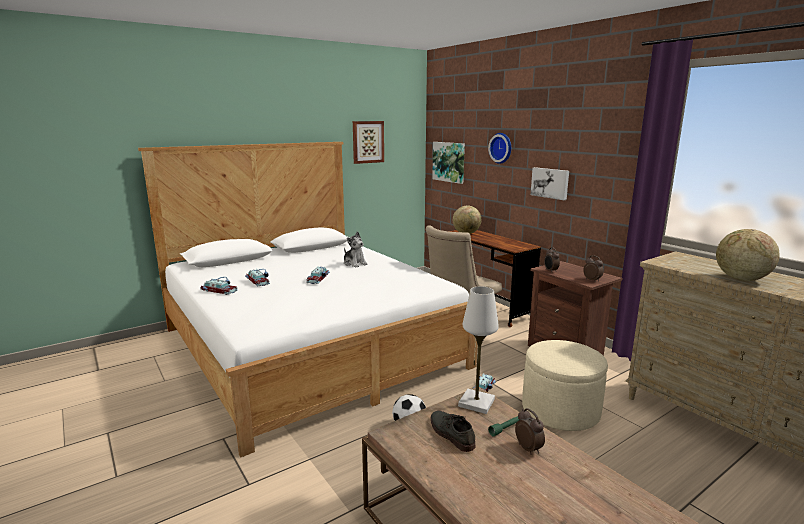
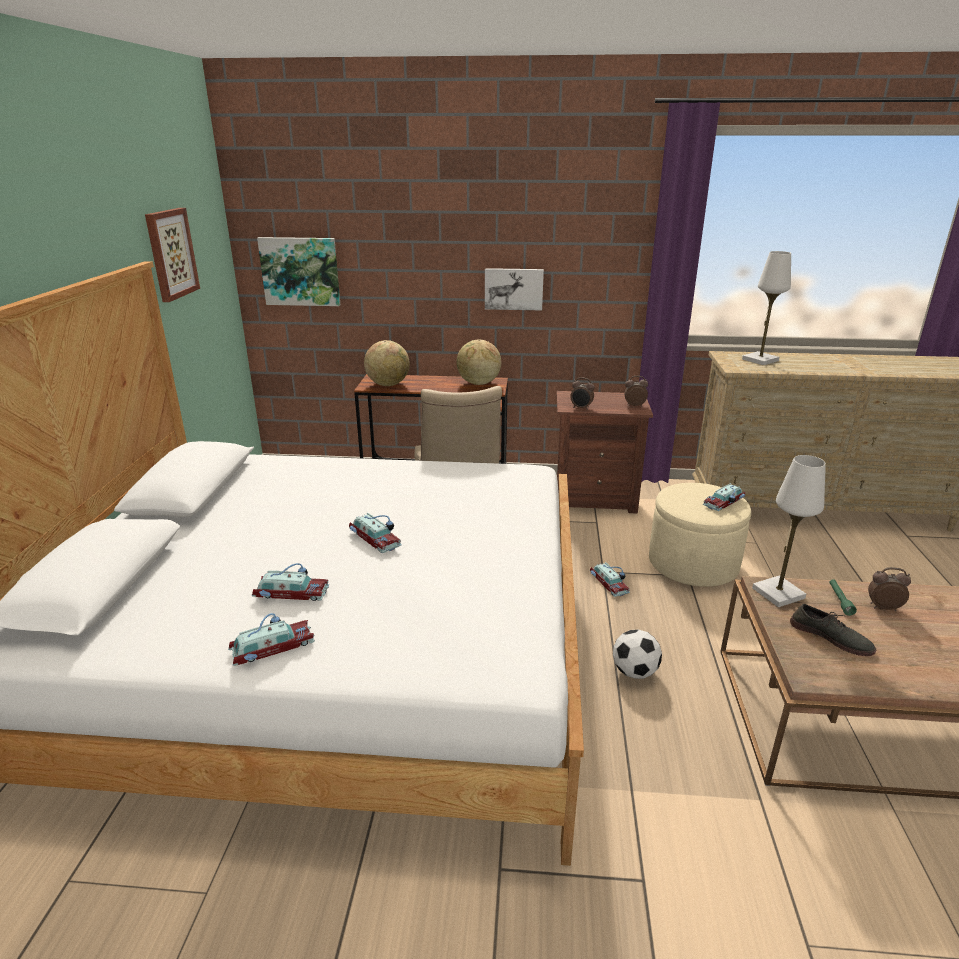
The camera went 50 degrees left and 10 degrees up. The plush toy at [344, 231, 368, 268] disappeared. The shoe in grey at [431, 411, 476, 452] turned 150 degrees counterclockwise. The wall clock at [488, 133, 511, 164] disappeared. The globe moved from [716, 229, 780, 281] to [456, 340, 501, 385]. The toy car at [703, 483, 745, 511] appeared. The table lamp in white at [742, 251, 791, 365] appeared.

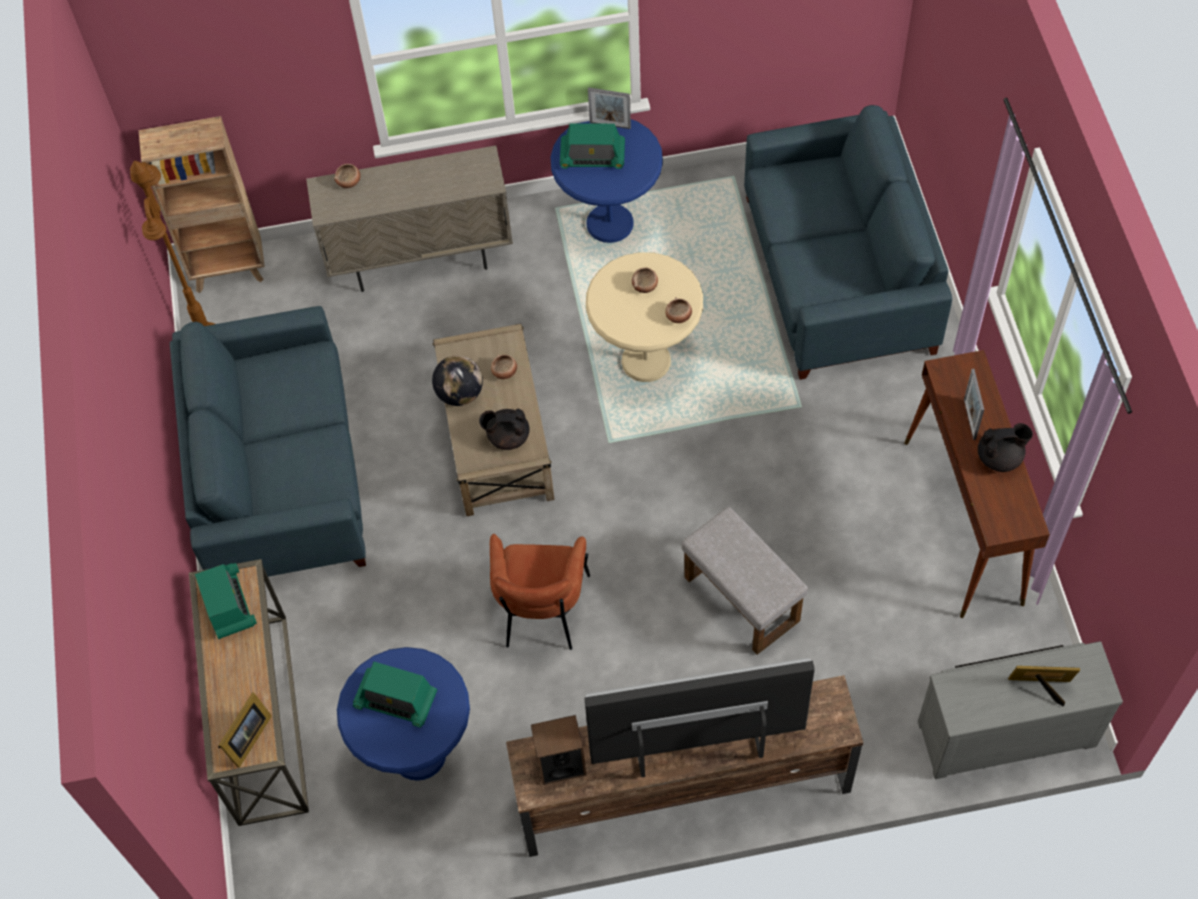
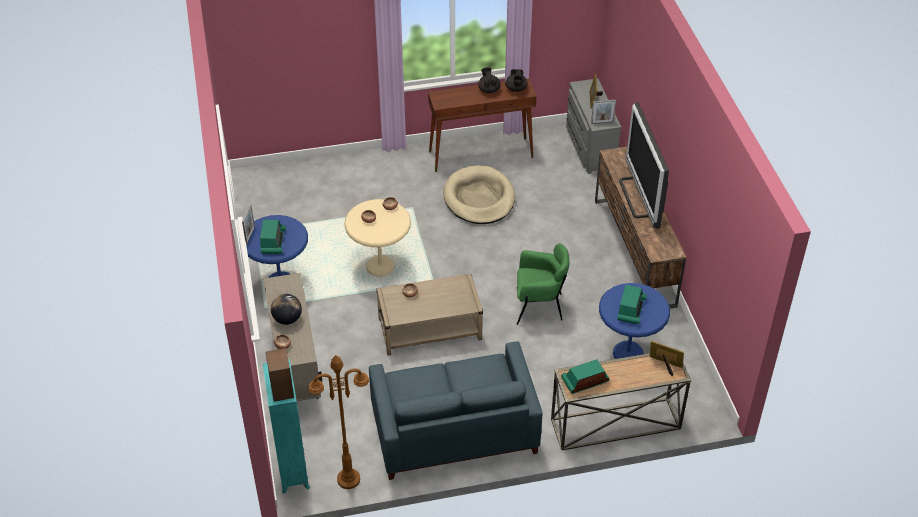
The camera went 95 degrees left and 15 degrees down. The bookcase in brown at [139, 116, 265, 293] became the bookcase in turquoise at [263, 359, 310, 494]. The globe moved from [432, 355, 483, 406] to [271, 294, 302, 325]. The teapot in black moved from [479, 408, 530, 450] to [505, 69, 528, 92]. The armchair in brown at [490, 534, 590, 650] became the armchair in green at [517, 244, 569, 325]. The speaker moved from [531, 715, 587, 785] to [266, 348, 294, 402]. The ottoman in grey at [682, 507, 808, 655] disappeared. The sofa in blue at [744, 105, 952, 380] disappeared. The picture frame moved from [964, 369, 984, 440] to [591, 100, 616, 124]. The dog bed in beige at [443, 165, 515, 224] appeared.

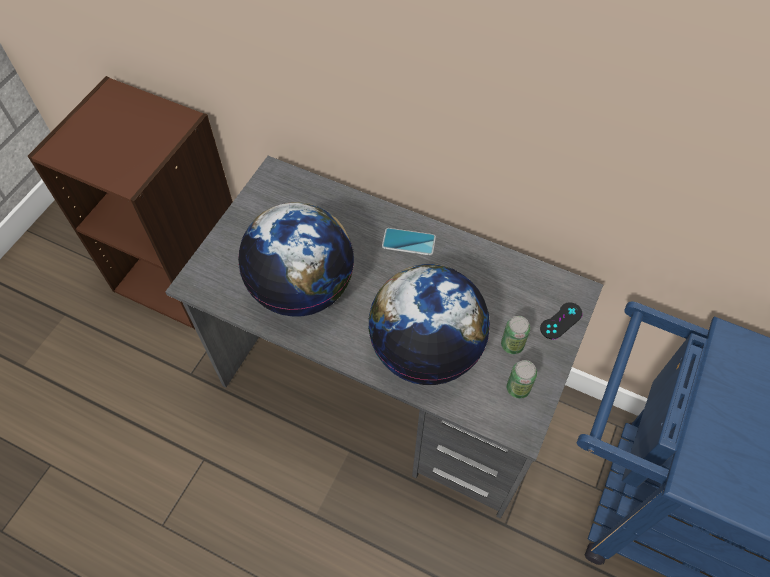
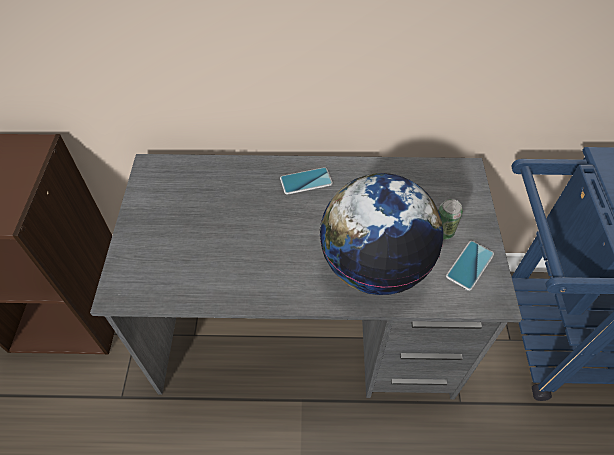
The camera went 25 degrees left and 5 degrees down. The globe at [238, 202, 354, 317] disappeared. The can at [506, 360, 537, 399] was replaced by the phone at [446, 241, 494, 291]. The game controller in black at [540, 302, 582, 339] disappeared.

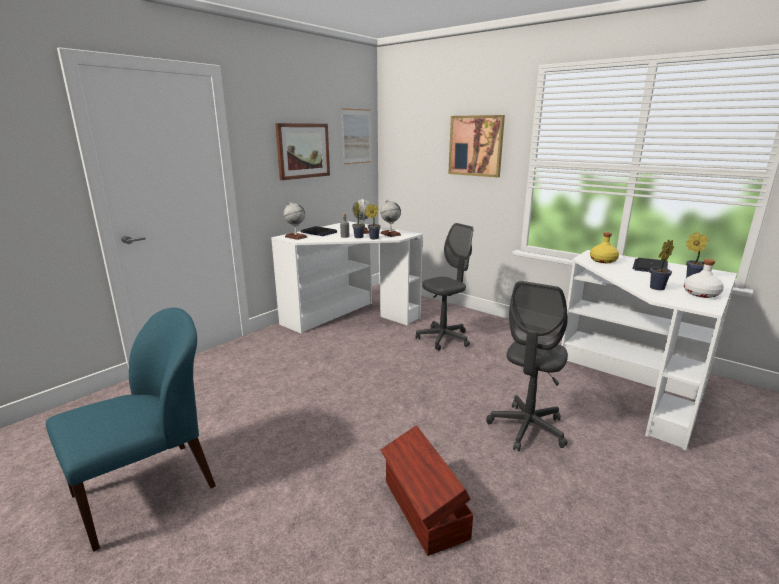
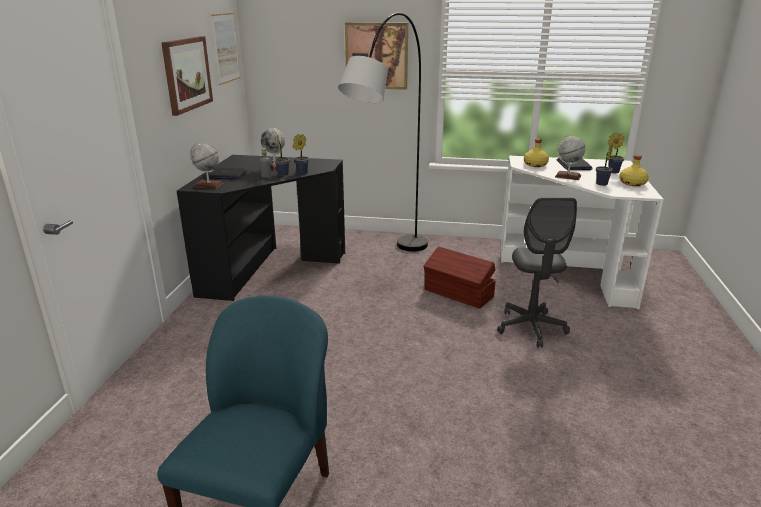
The camera went 30 degrees left and 5 degrees up. The desk in white at [271, 221, 423, 334] became the desk in black at [177, 155, 345, 301]. The globe moved from [380, 200, 401, 237] to [555, 135, 585, 180]. The storage box in brown moved from [381, 425, 473, 556] to [423, 246, 496, 309]. The office chair in grey at [415, 223, 473, 351] was replaced by the floor lamp in grey at [338, 12, 428, 251]. The bottle in white at [684, 259, 724, 298] became the bottle in yellow at [619, 155, 649, 186].

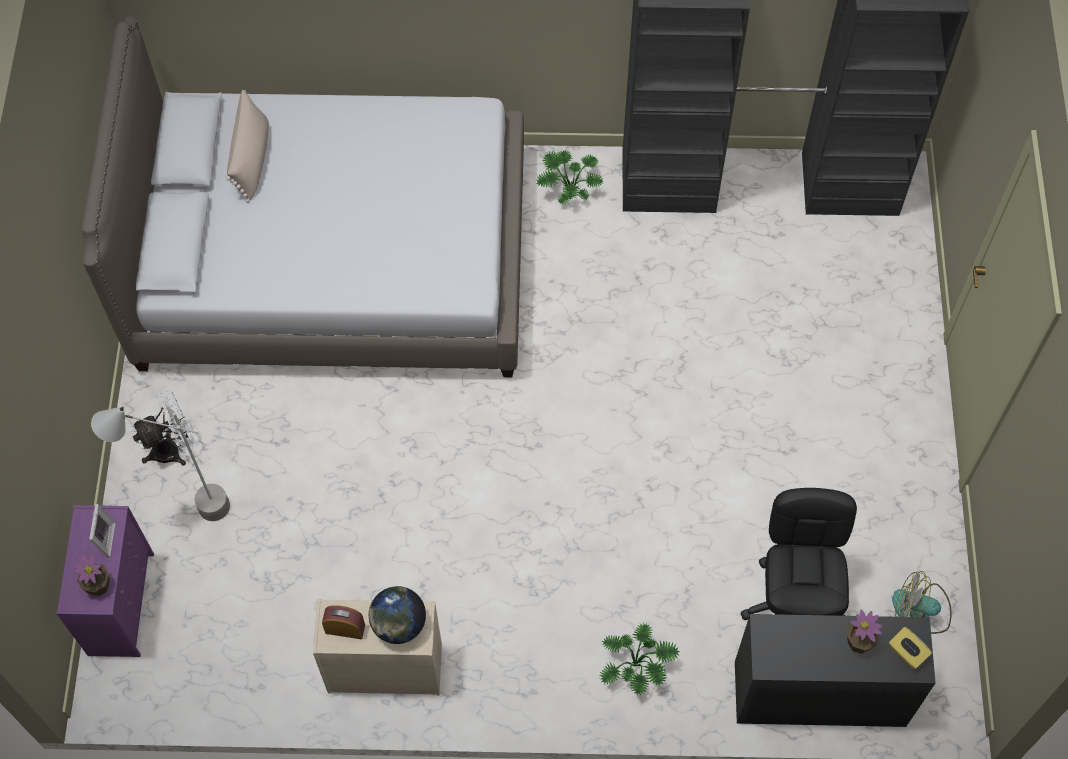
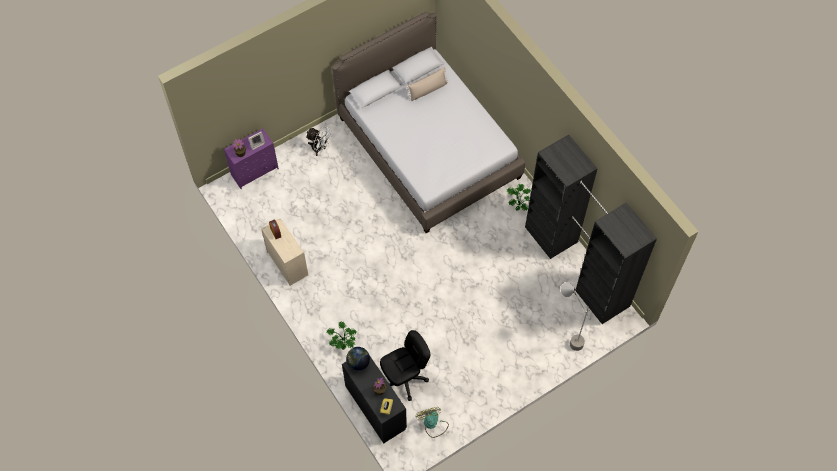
The camera went 55 degrees right and 0 degrees up. The floor lamp in grey moved from [91, 406, 230, 521] to [561, 282, 591, 351]. The globe moved from [369, 586, 426, 644] to [346, 347, 370, 371].

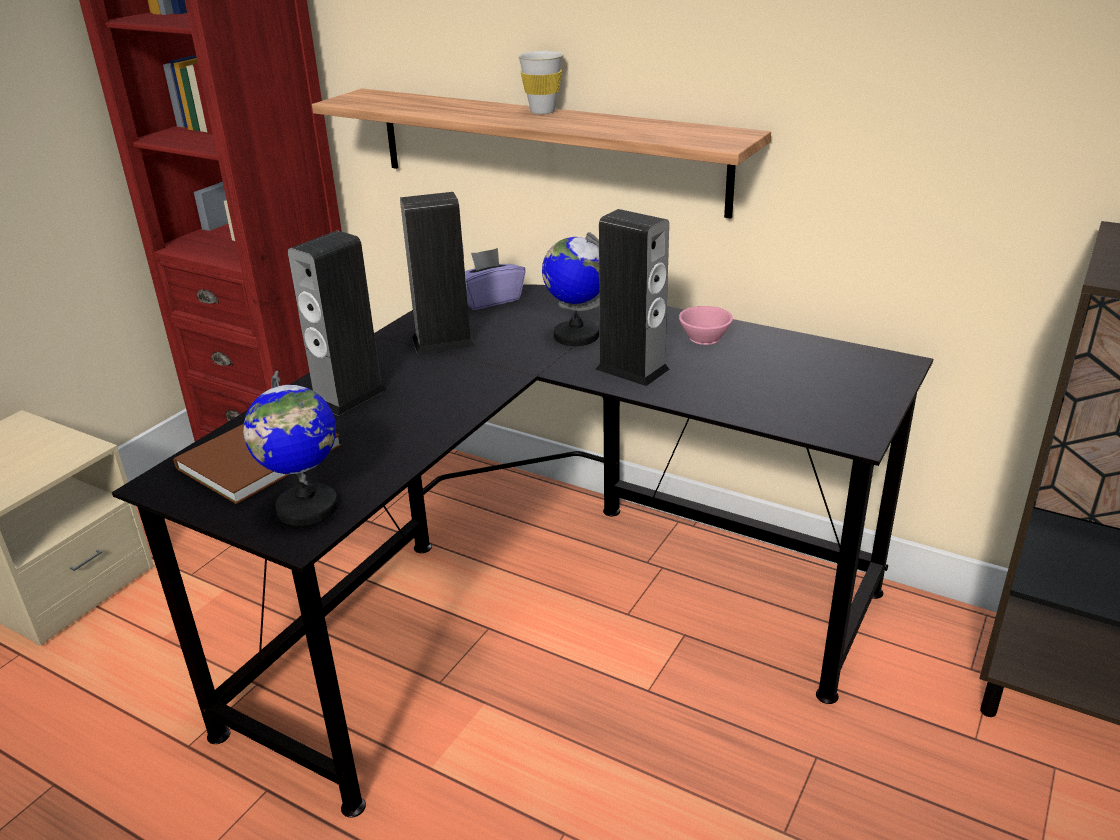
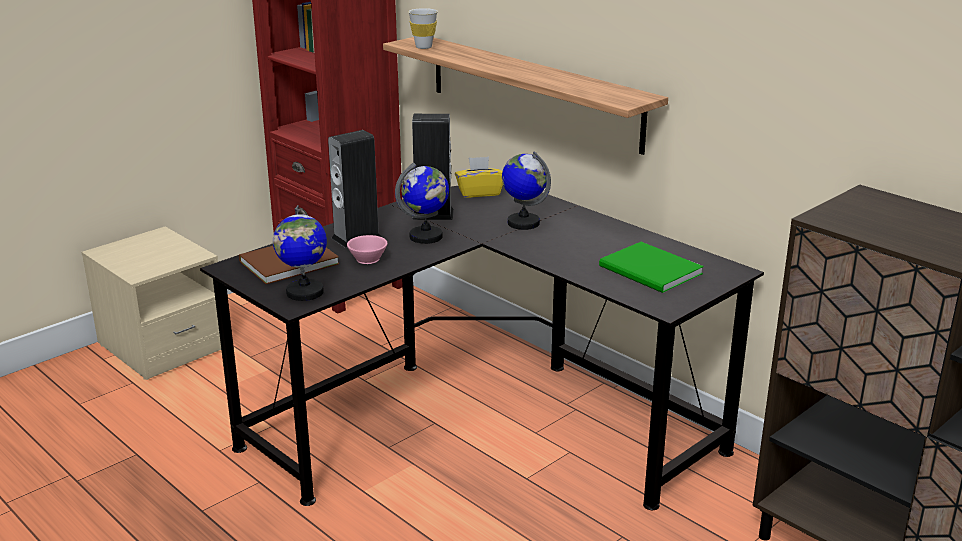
The camera went 15 degrees right and 5 degrees down. The tissue box in purple at [465, 248, 526, 310] became the tissue box in yellow at [455, 157, 503, 198]. The cup in white moved from [518, 51, 563, 114] to [408, 8, 438, 49]. The speaker at [596, 209, 670, 386] disappeared. The cup in pink moved from [679, 306, 733, 345] to [347, 235, 387, 264]. The globe at [395, 162, 449, 244] appeared. The book in green at [599, 242, 704, 293] appeared.

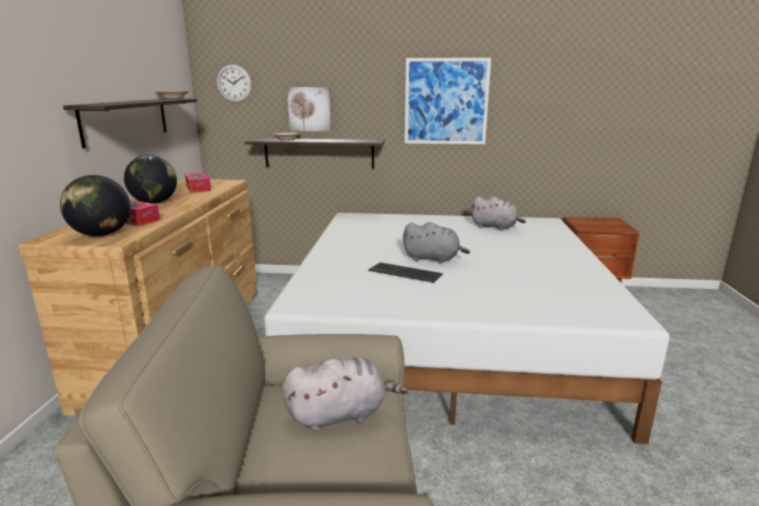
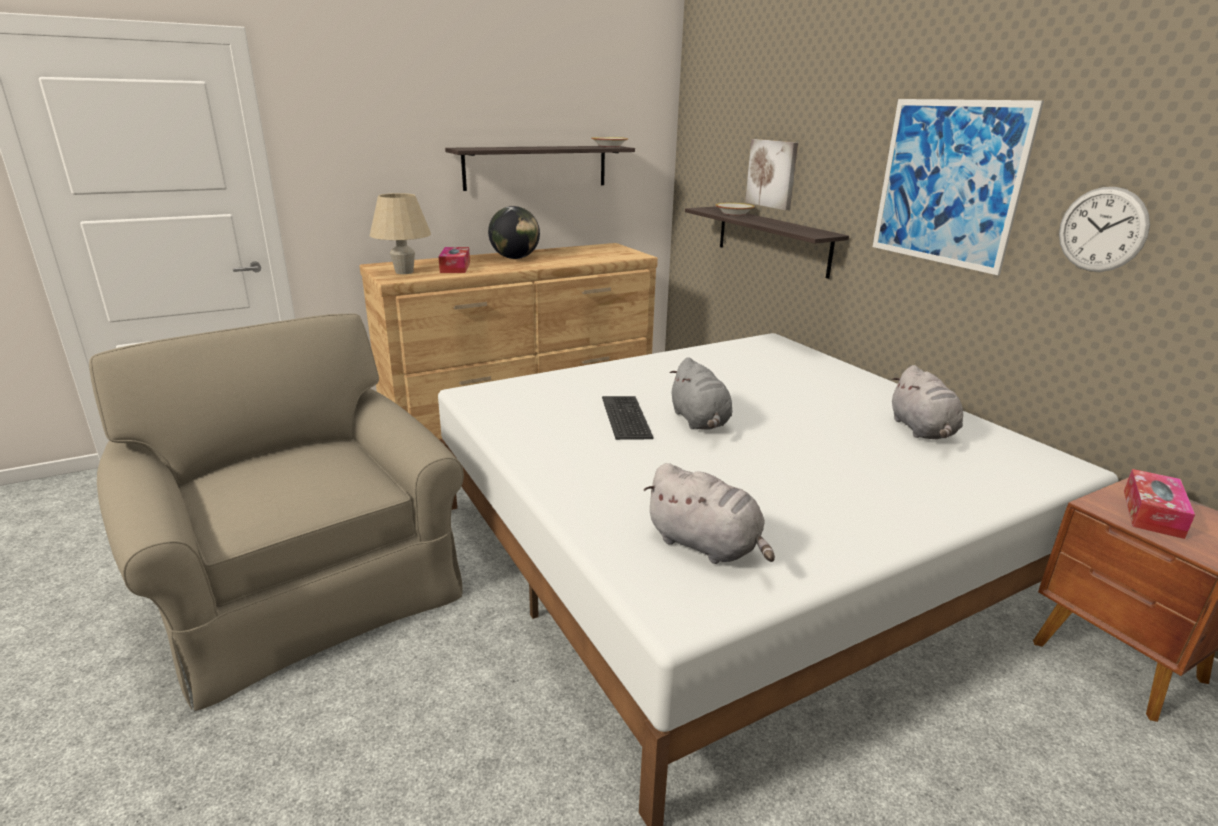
The camera went 55 degrees right and 5 degrees up. The globe at [60, 175, 130, 236] was replaced by the table lamp in beige at [370, 193, 431, 274]. The tissue box moved from [185, 173, 211, 193] to [1124, 469, 1195, 539]. The wall clock moved from [217, 64, 252, 103] to [1059, 187, 1150, 272]. The plush toy in grey moved from [282, 357, 408, 432] to [644, 463, 775, 564].

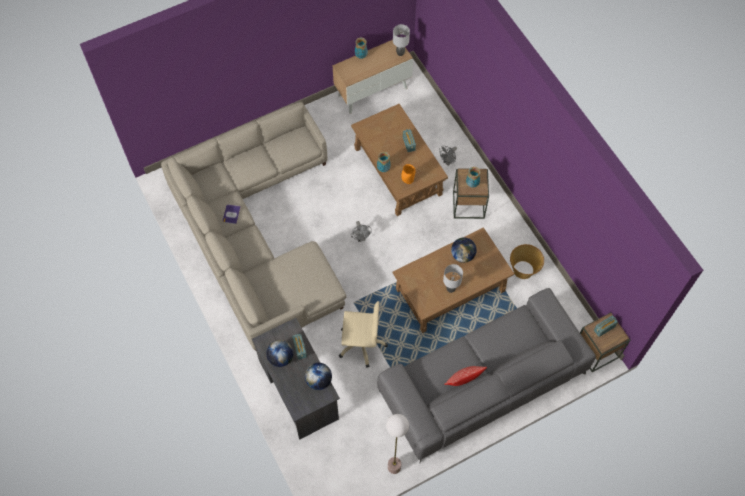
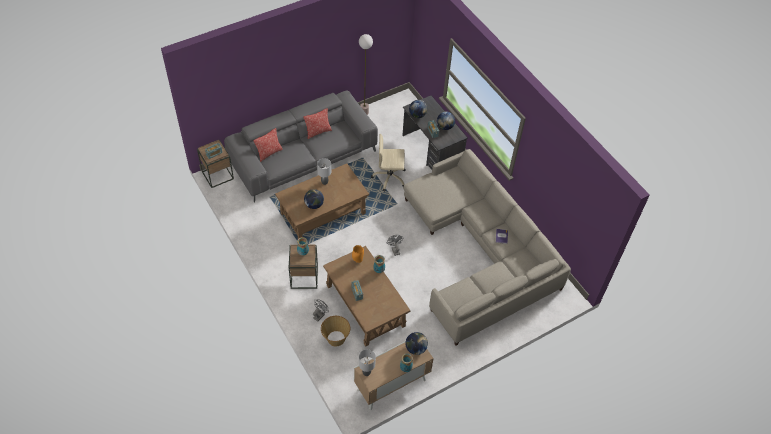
The camera went 175 degrees right and 10 degrees down. The basket moved from [510, 244, 544, 279] to [321, 316, 350, 347]. The pillow at [253, 128, 283, 162] appeared. The globe at [405, 332, 428, 355] appeared.

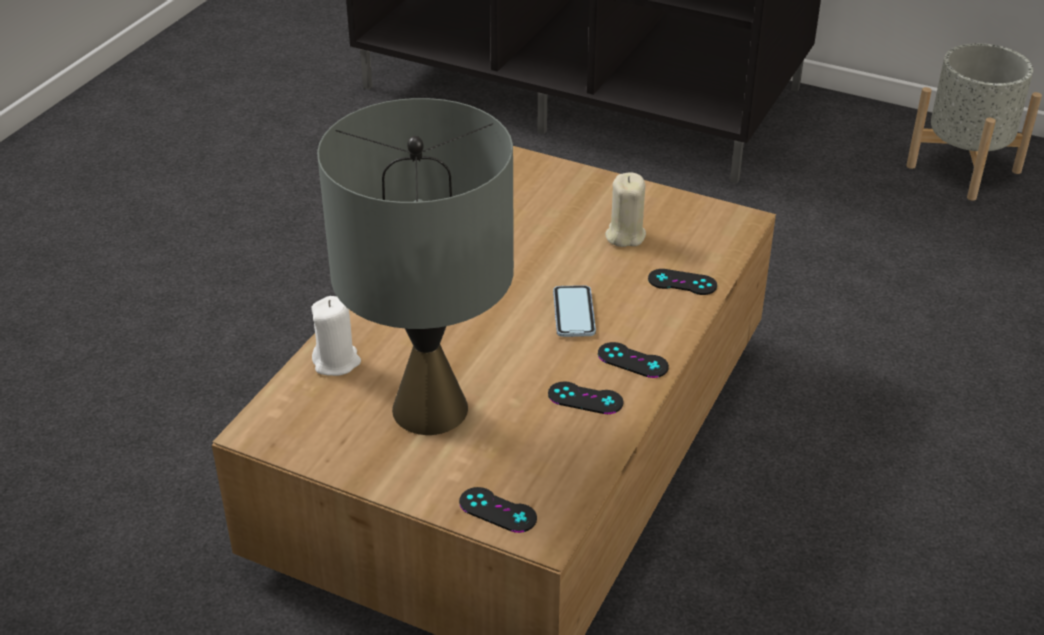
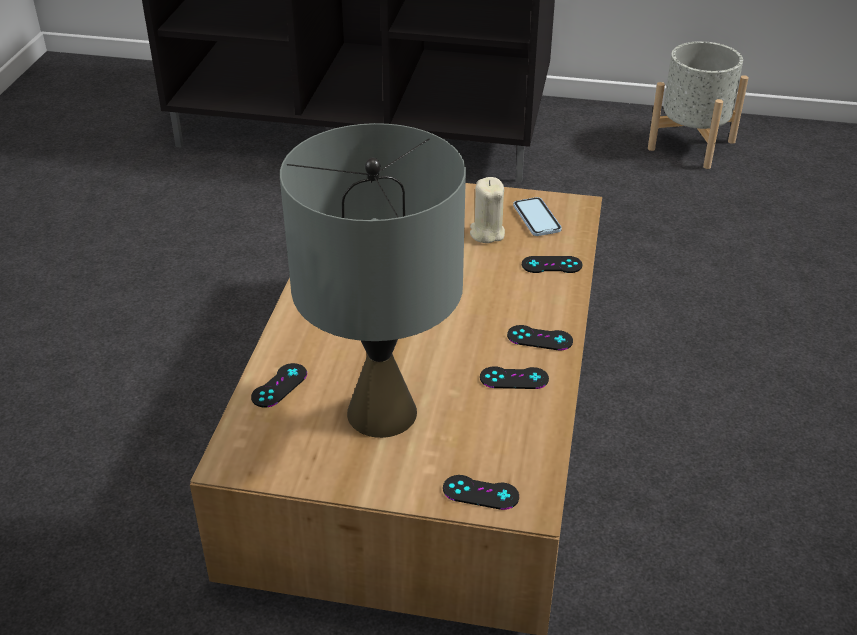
The camera went 15 degrees left and 0 degrees up. The candle in white at [311, 296, 361, 376] was replaced by the game controller in black at [251, 363, 307, 407]. The phone moved from [553, 285, 596, 337] to [513, 197, 562, 236].

